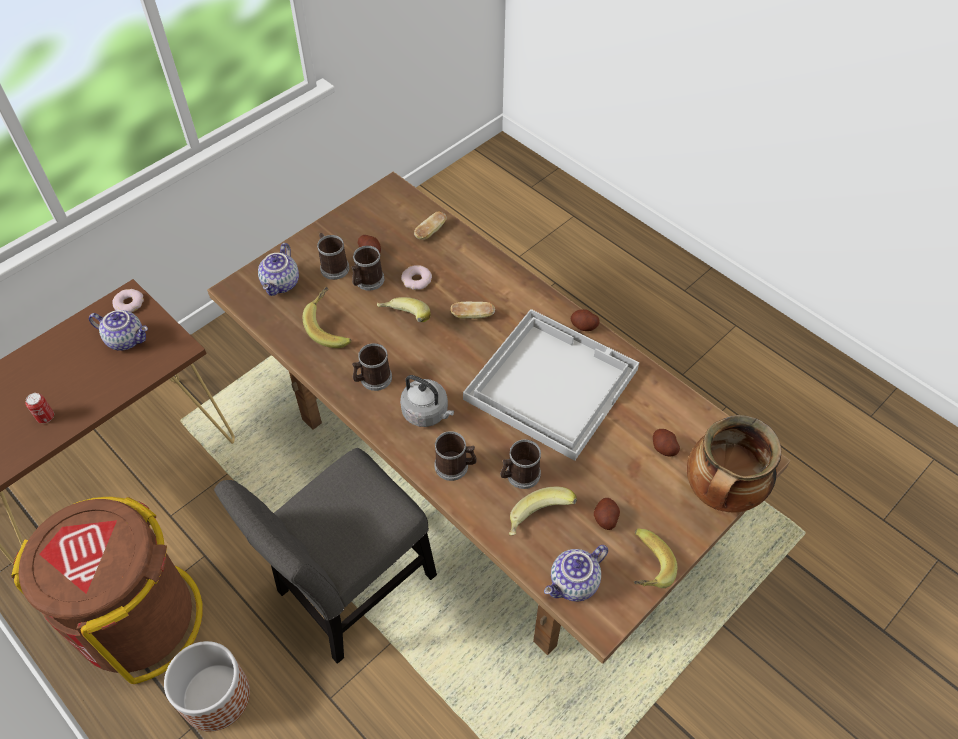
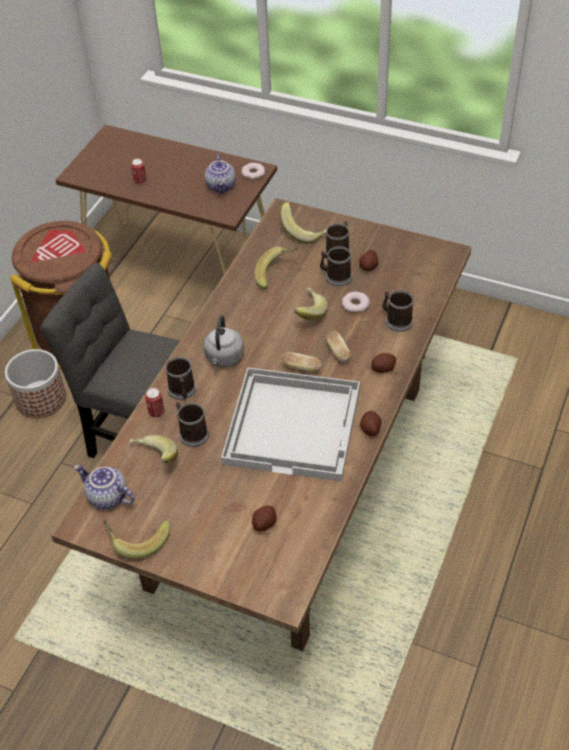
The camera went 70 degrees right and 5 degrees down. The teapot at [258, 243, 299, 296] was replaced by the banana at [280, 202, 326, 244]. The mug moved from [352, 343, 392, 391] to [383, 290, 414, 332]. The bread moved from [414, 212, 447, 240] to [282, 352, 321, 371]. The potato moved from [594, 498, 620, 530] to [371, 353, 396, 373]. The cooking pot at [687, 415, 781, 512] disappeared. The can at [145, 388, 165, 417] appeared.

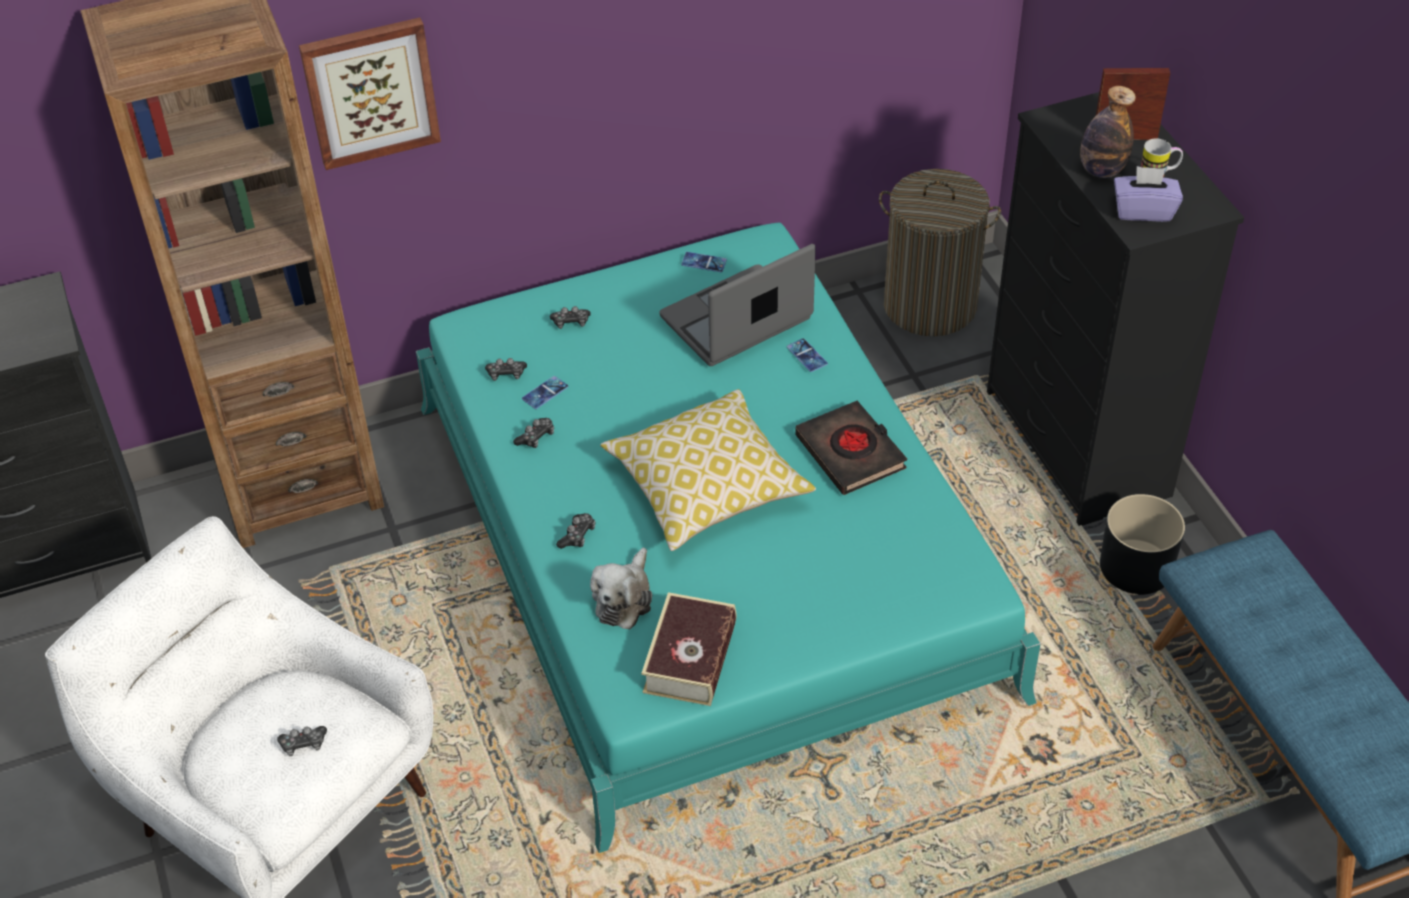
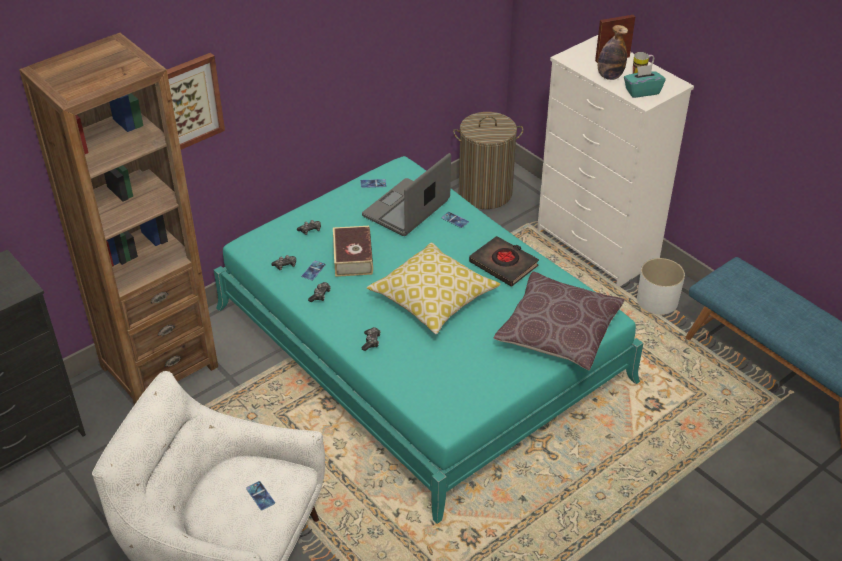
The camera went 20 degrees left and 5 degrees down. The game controller at [277, 726, 327, 756] was replaced by the phone at [246, 481, 275, 510]. The plush toy at [590, 547, 652, 629] disappeared. The book moved from [641, 592, 736, 706] to [333, 226, 373, 277]. The dresser in black at [987, 92, 1244, 526] became the dresser in white at [537, 35, 694, 287]. The planter in black at [1100, 494, 1185, 595] became the planter in white at [637, 258, 685, 314]. The tissue box in purple at [1114, 166, 1183, 222] became the tissue box in turquoise at [624, 65, 665, 98]. The pillow in brown at [493, 271, 625, 370] appeared.

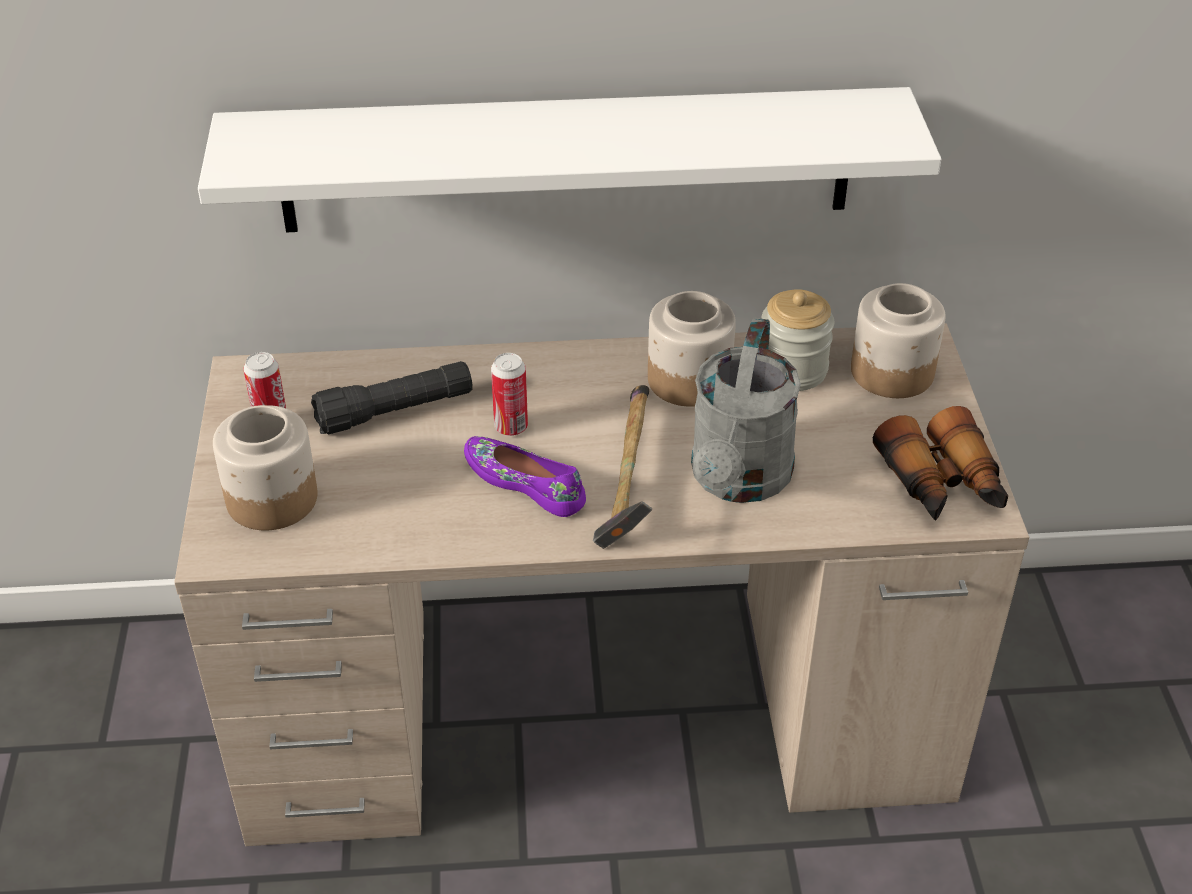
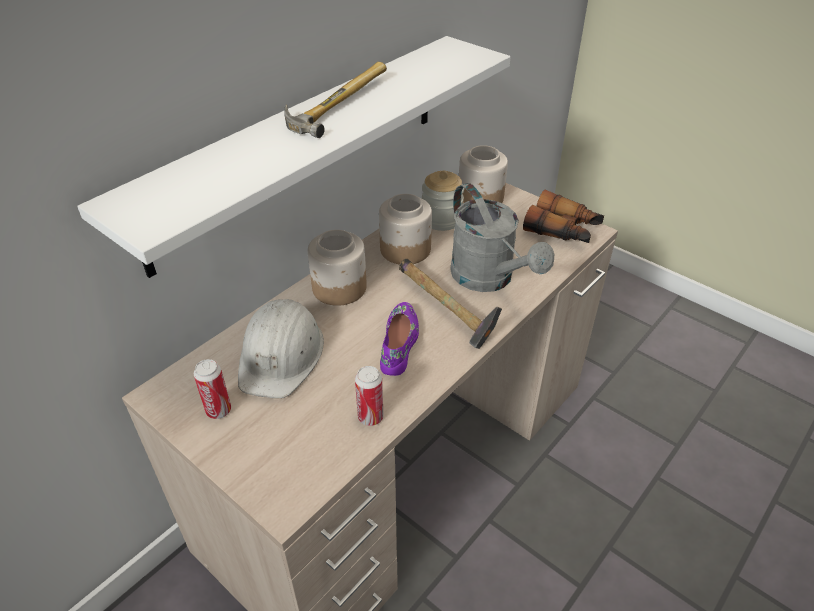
The camera went 45 degrees left and 0 degrees up. The jar moved from [213, 405, 317, 530] to [308, 230, 367, 306]. The flashlight in black at [311, 361, 473, 434] was replaced by the hard hat in white at [238, 299, 324, 399]. The shoe in purple at [464, 436, 586, 517] turned 105 degrees clockwise. The can moved from [491, 353, 528, 436] to [355, 366, 384, 426]. The hammer at [284, 62, 387, 138] appeared.

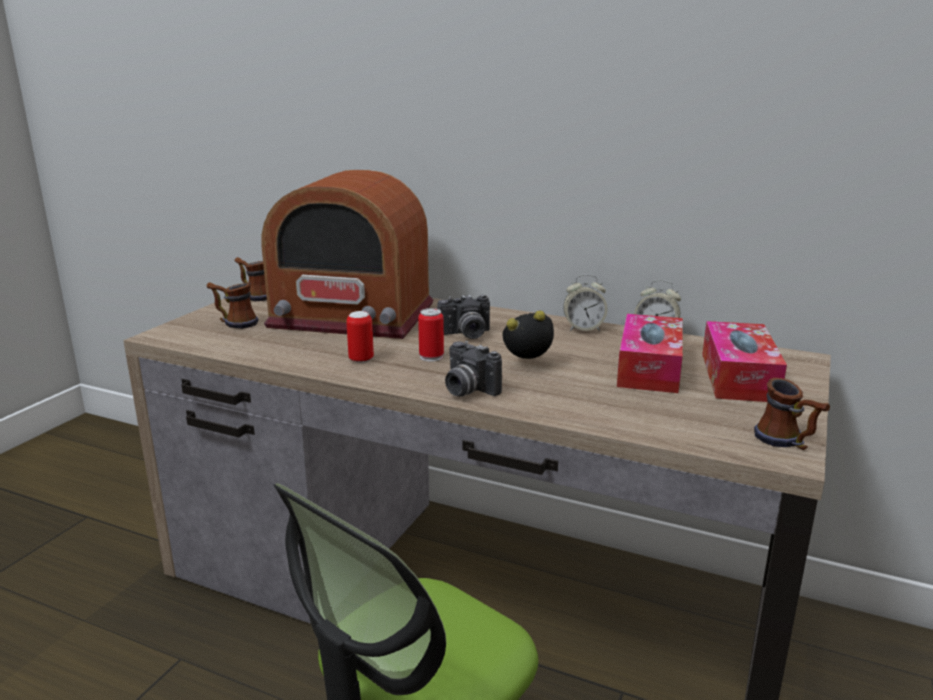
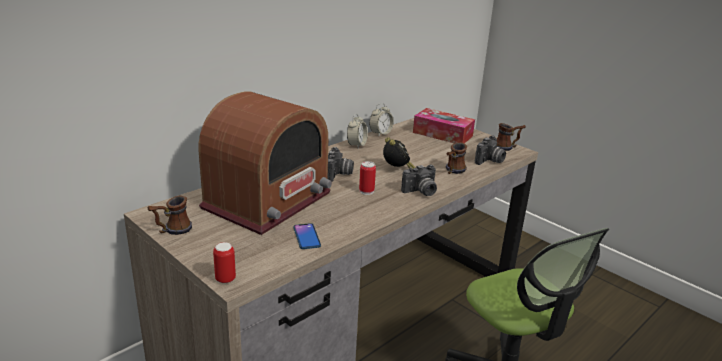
The camera went 70 degrees left and 5 degrees up. The mug moved from [207, 282, 258, 329] to [446, 142, 467, 174]. The can moved from [346, 311, 374, 363] to [213, 242, 236, 283]. The alarm clock at [502, 310, 554, 359] turned 150 degrees clockwise. The tissue box at [617, 314, 683, 393] disappeared. The phone at [293, 223, 321, 249] appeared. The photo camera at [475, 136, 506, 165] appeared.

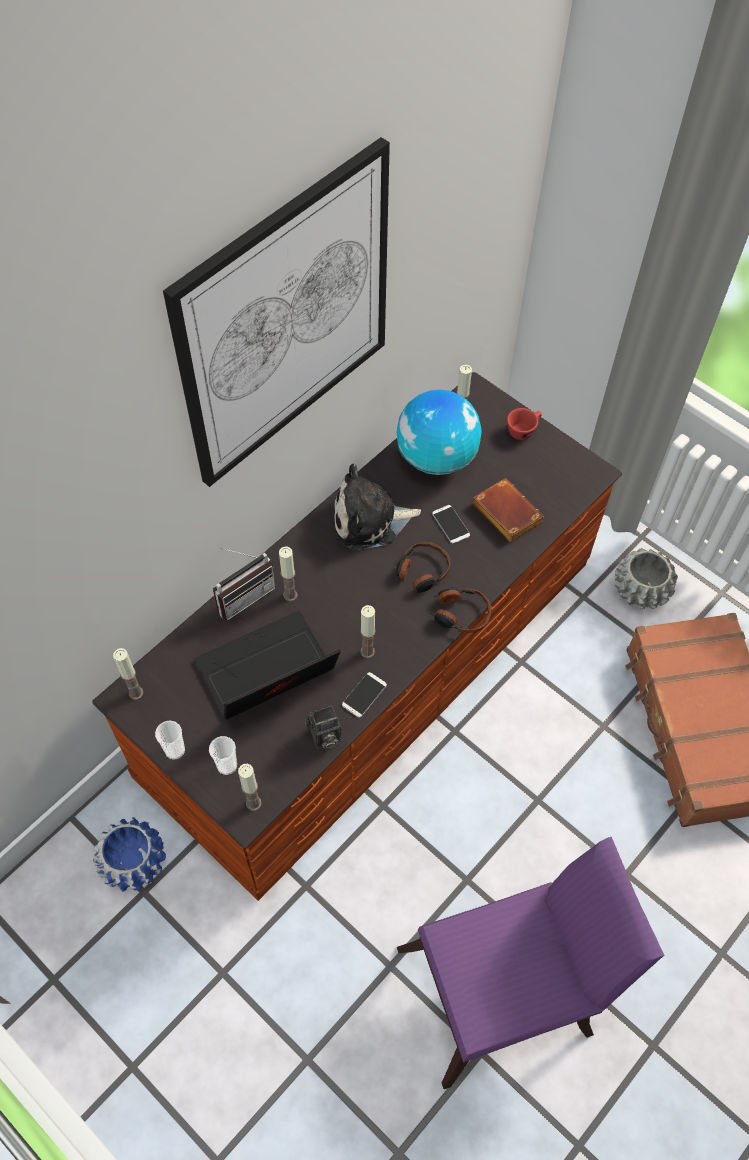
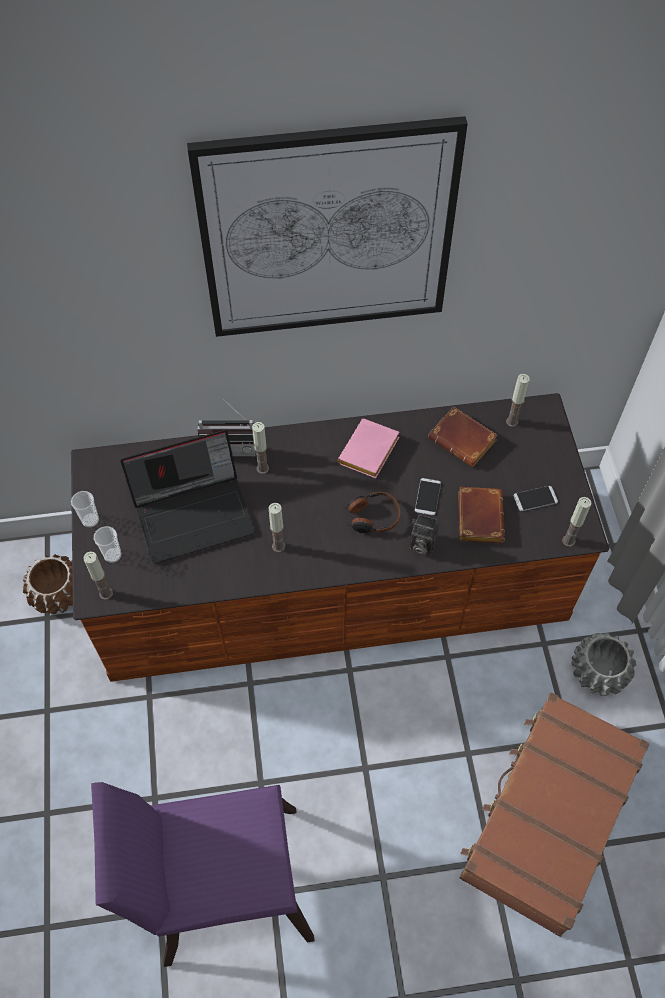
The camera went 40 degrees right and 0 degrees up. The planter in blue at [93, 817, 166, 892] became the planter in brown at [23, 554, 73, 614]. The candle moved from [113, 648, 143, 700] to [562, 497, 591, 547]. The laptop at [195, 611, 341, 720] turned 150 degrees clockwise. The photo camera moved from [305, 705, 341, 749] to [410, 514, 439, 555]. The plush toy at [335, 463, 421, 550] was replaced by the book in pink at [337, 419, 399, 478]. The phone moved from [342, 672, 387, 718] to [514, 486, 558, 511]. The globe at [397, 390, 482, 475] was replaced by the book in brown at [428, 406, 498, 467]. The chair in purple at [397, 837, 664, 1089] turned 150 degrees clockwise. The headphones at [431, 588, 491, 633] disappeared. The cup in red at [507, 408, 542, 440] disappeared.

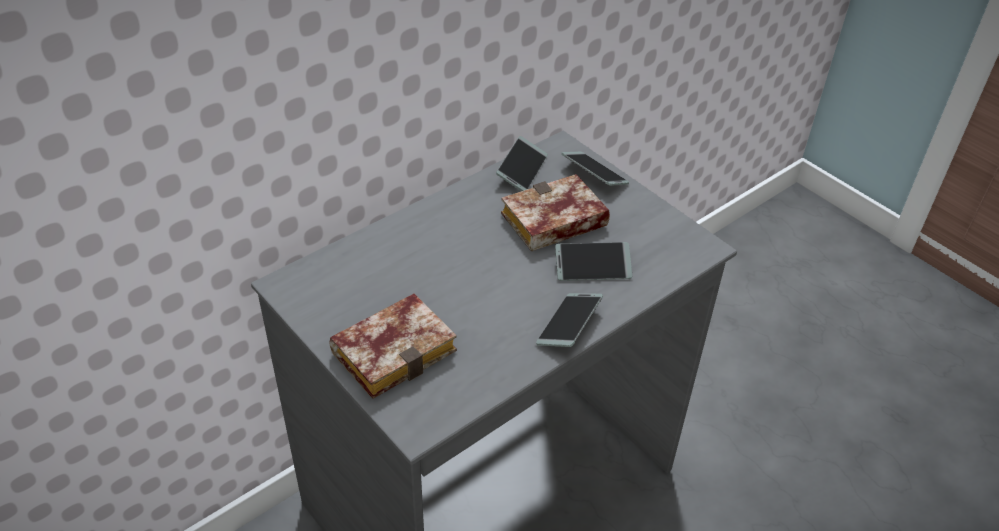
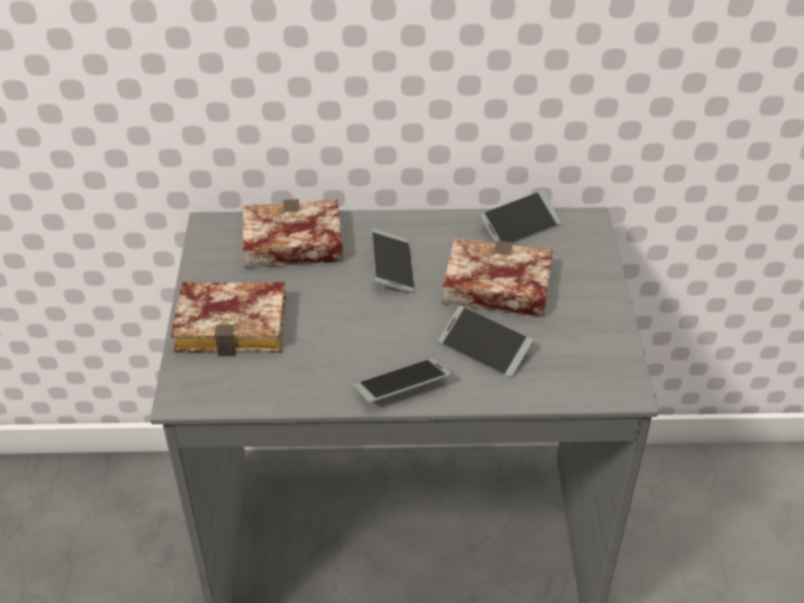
The camera went 40 degrees right and 0 degrees up. The phone moved from [561, 152, 629, 186] to [371, 228, 415, 293]. The book at [243, 199, 344, 268] appeared.

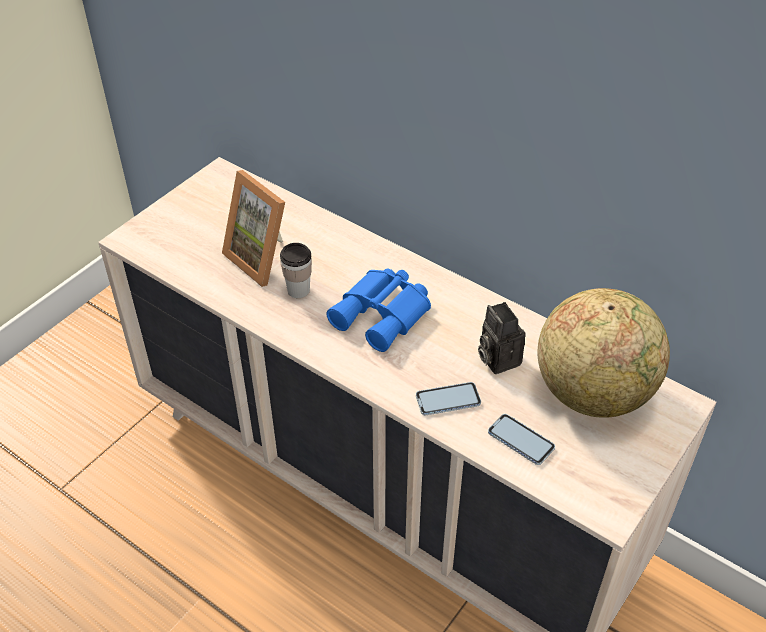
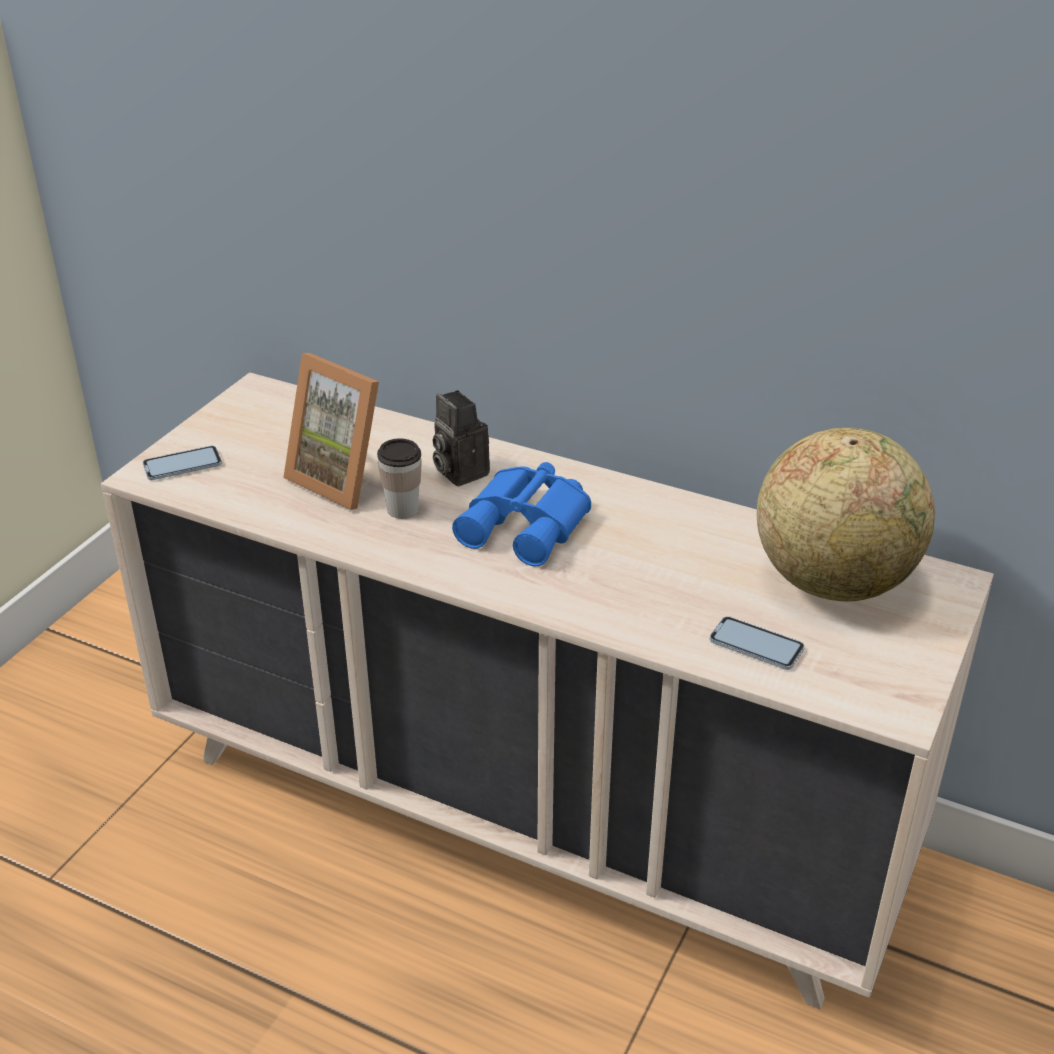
The camera went 10 degrees left and 10 degrees down. The phone moved from [416, 382, 481, 415] to [142, 446, 222, 480]. The photo camera moved from [478, 302, 525, 374] to [432, 390, 490, 486].

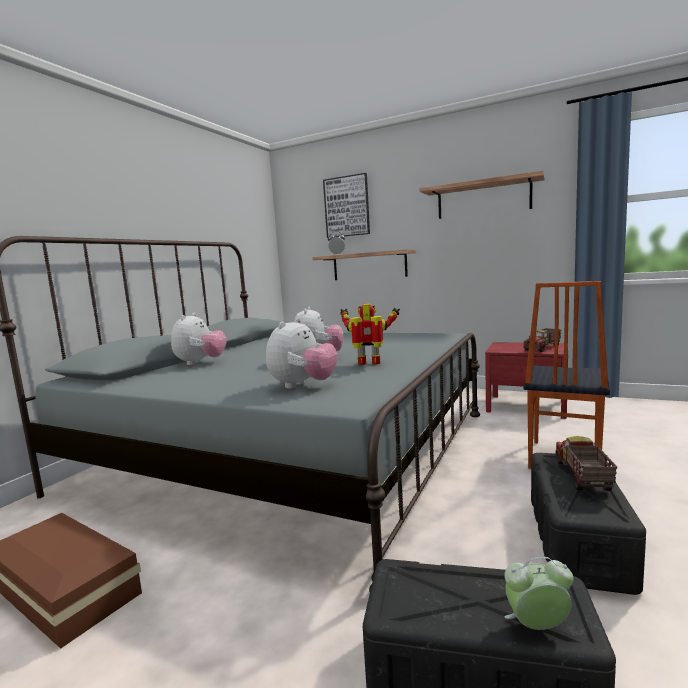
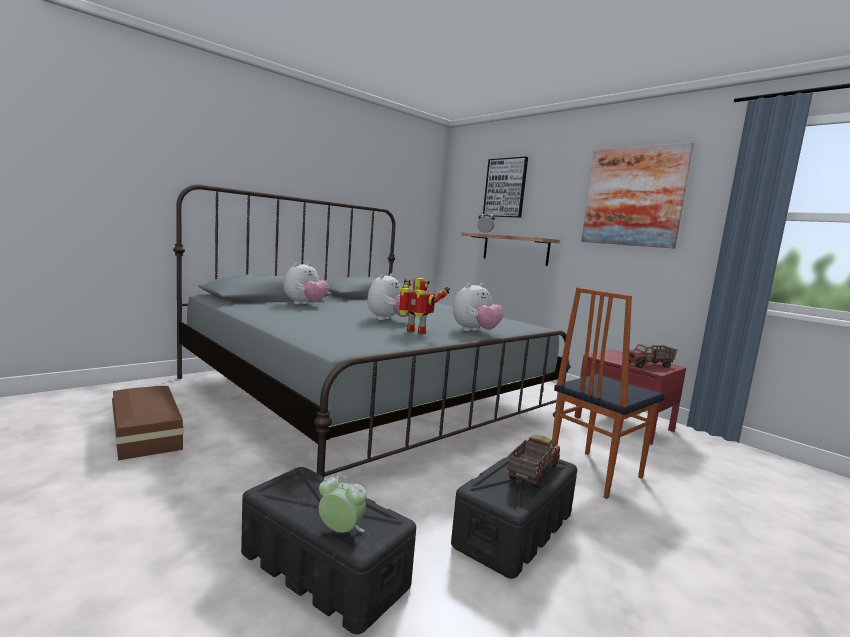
The camera went 20 degrees right and 0 degrees up. The plush toy moved from [266, 318, 338, 389] to [453, 283, 504, 331]. The shelf at [420, 171, 545, 219] was replaced by the picture at [581, 142, 694, 249].

